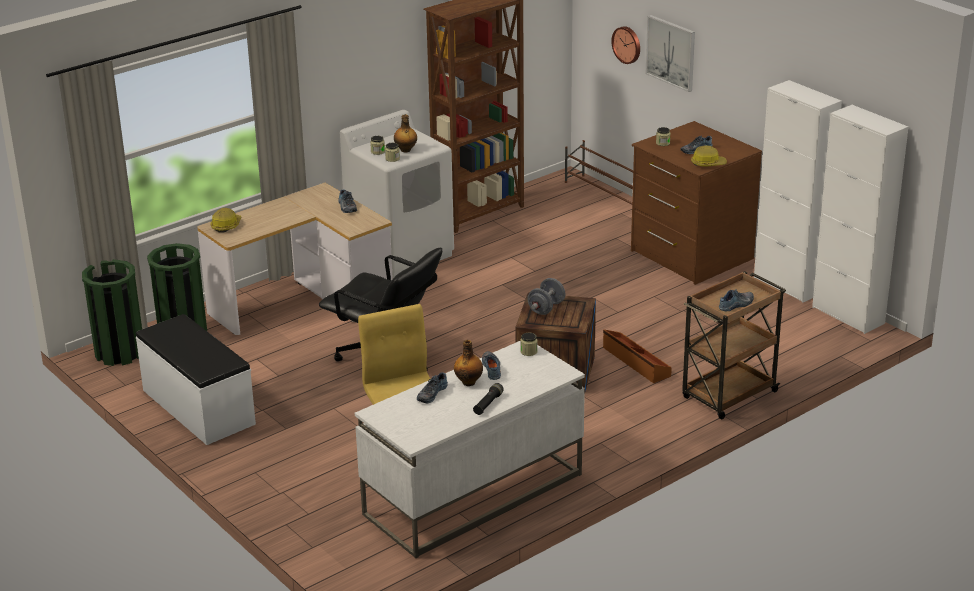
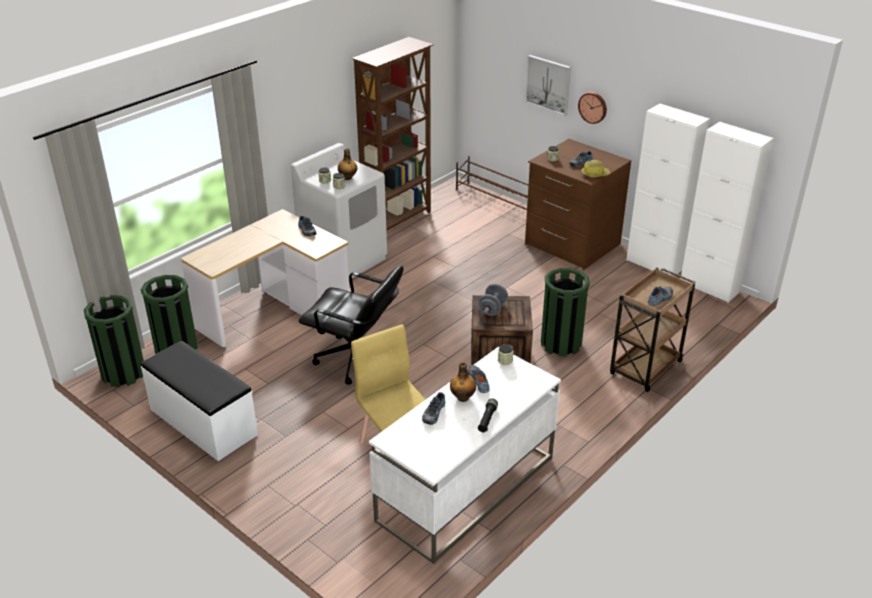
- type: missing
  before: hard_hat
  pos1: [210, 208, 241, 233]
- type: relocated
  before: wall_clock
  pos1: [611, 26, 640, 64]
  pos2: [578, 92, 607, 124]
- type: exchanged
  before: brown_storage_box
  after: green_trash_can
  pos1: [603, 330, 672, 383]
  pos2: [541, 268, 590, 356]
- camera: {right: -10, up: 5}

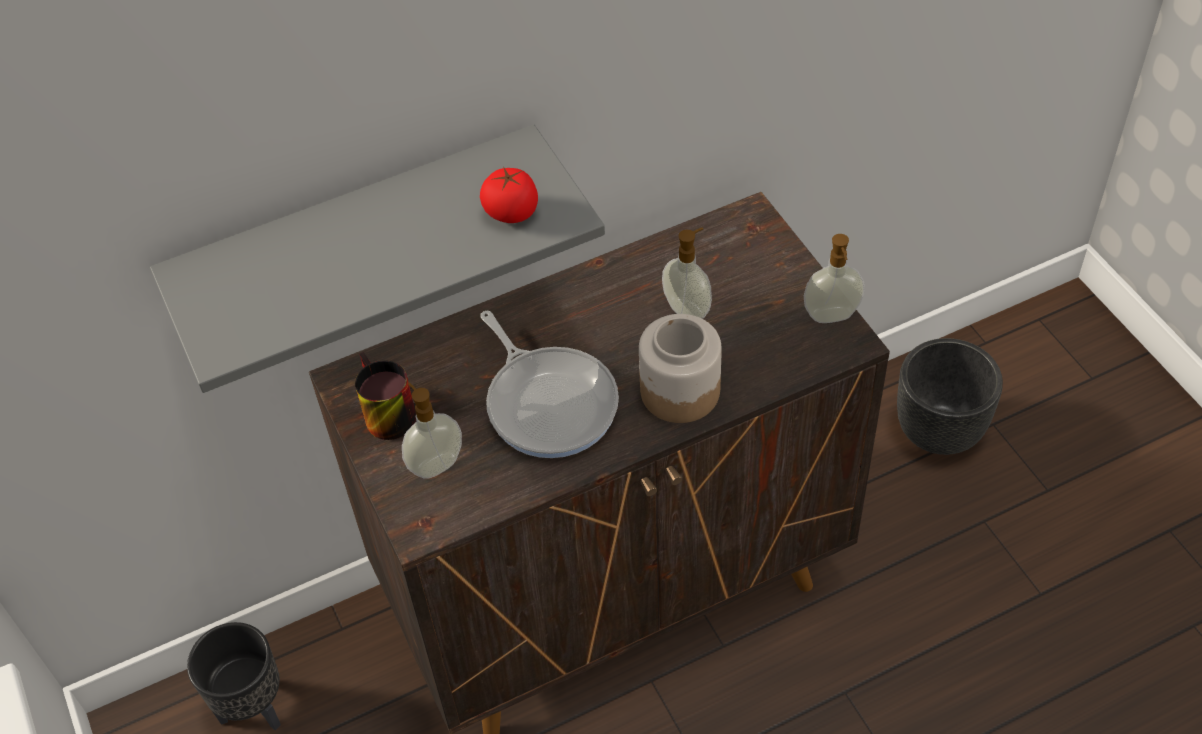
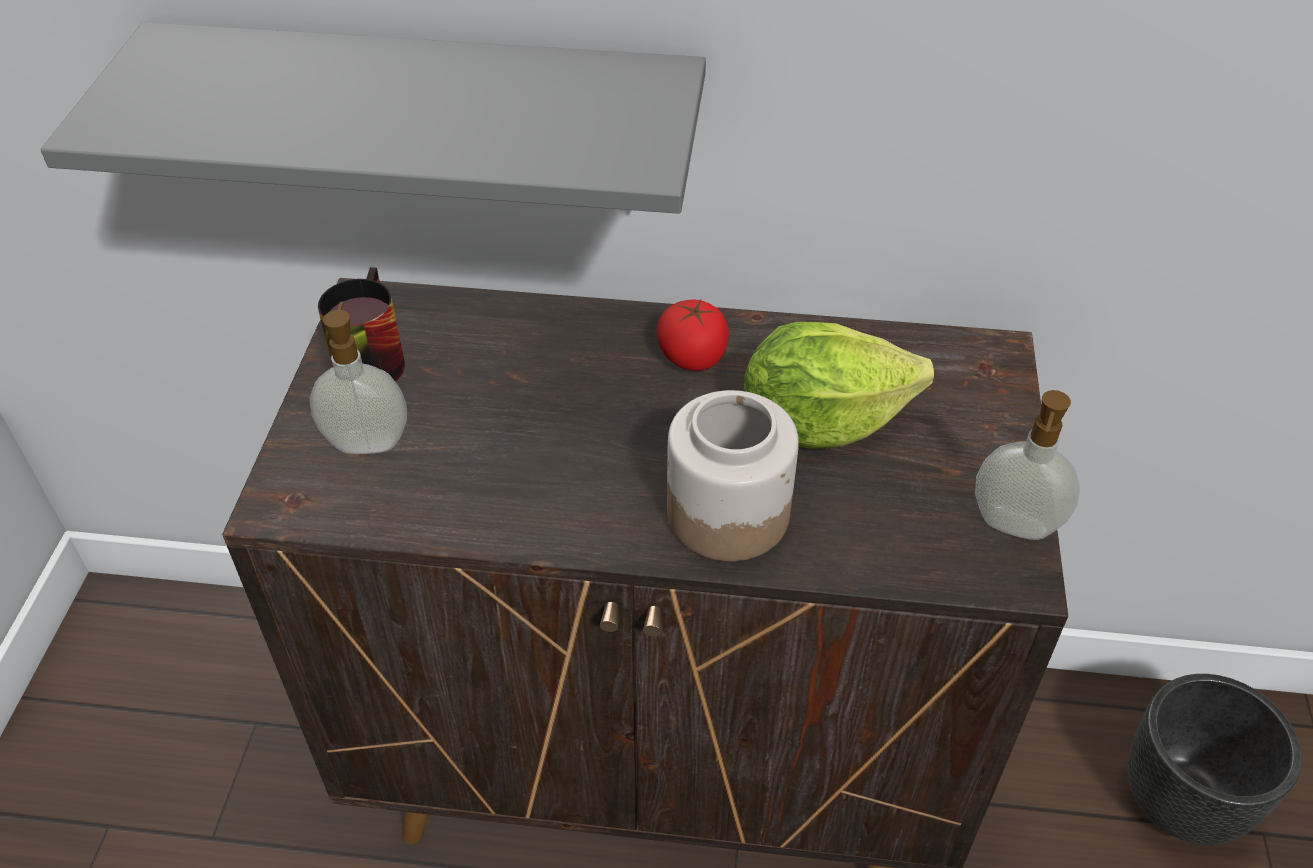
- type: missing
  before: black_planter
  pos1: [187, 622, 281, 731]
- type: missing
  before: frying_pan
  pos1: [480, 310, 619, 458]
- type: relocated
  before: tomato
  pos1: [480, 168, 538, 223]
  pos2: [657, 299, 729, 371]
- type: exchanged
  before: soap_dispenser
  after: lettuce
  pos1: [662, 228, 712, 319]
  pos2: [744, 322, 934, 449]
- camera: {right: 30, up: -5}

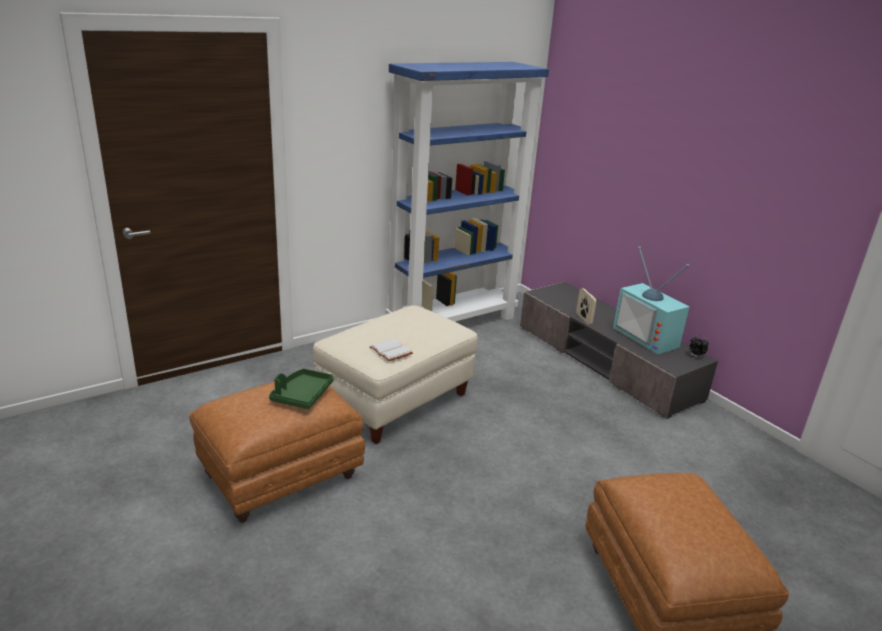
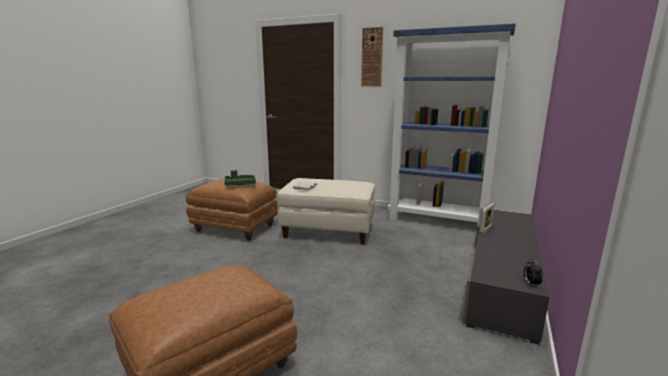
- type: missing
  before: television
  pos1: [613, 246, 689, 355]
- type: appeared
  after: wall_clock
  pos2: [361, 27, 383, 87]
- camera: {right: 60, up: -10}

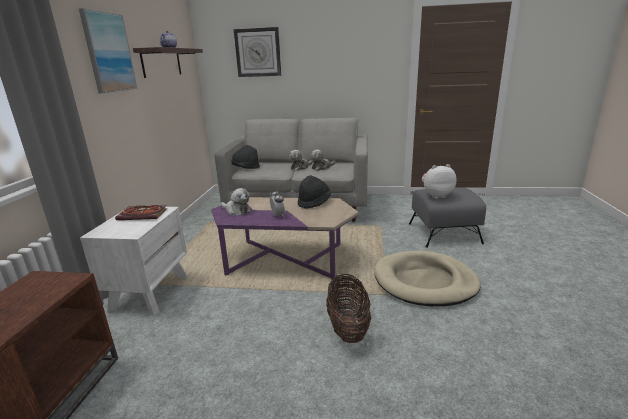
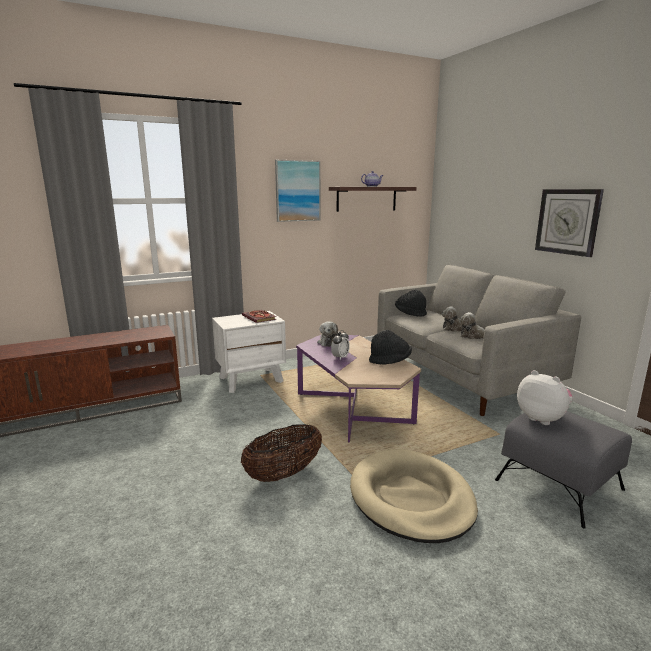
- type: relocated
  before: wall_clock
  pos1: [234, 27, 281, 77]
  pos2: [535, 189, 604, 257]
- camera: {right: 55, up: -5}

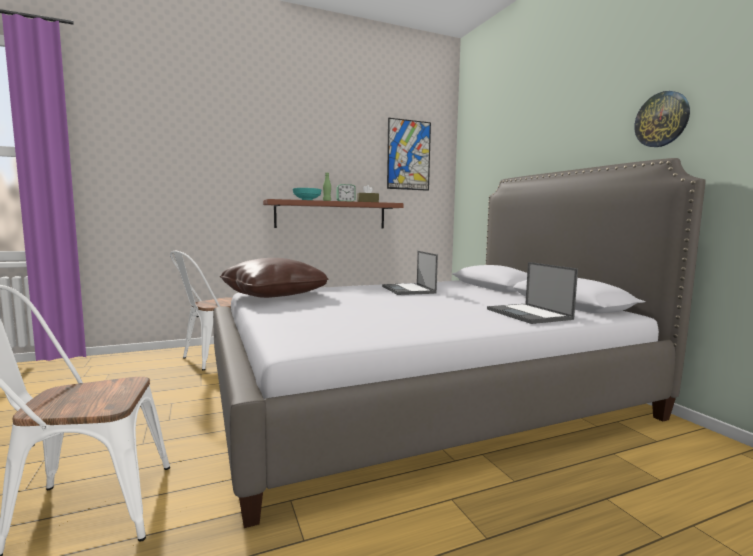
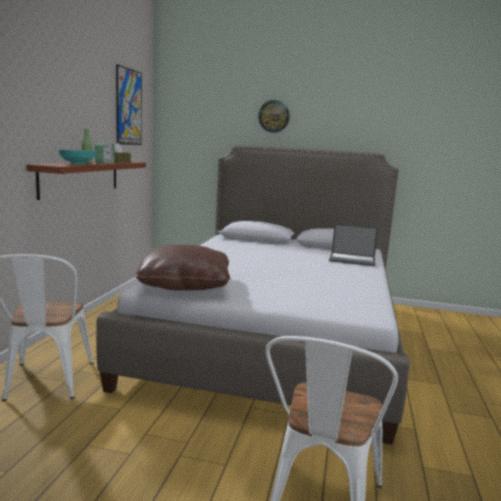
- type: missing
  before: laptop
  pos1: [382, 251, 438, 295]
- type: relocated
  before: wall_clock
  pos1: [634, 91, 690, 147]
  pos2: [258, 100, 290, 133]
- camera: {right: -55, up: 5}

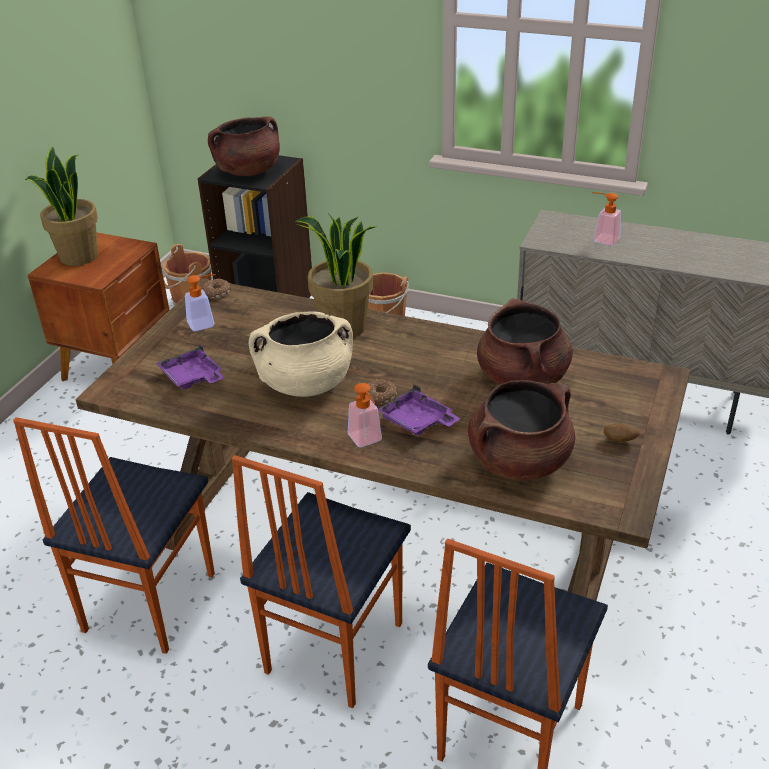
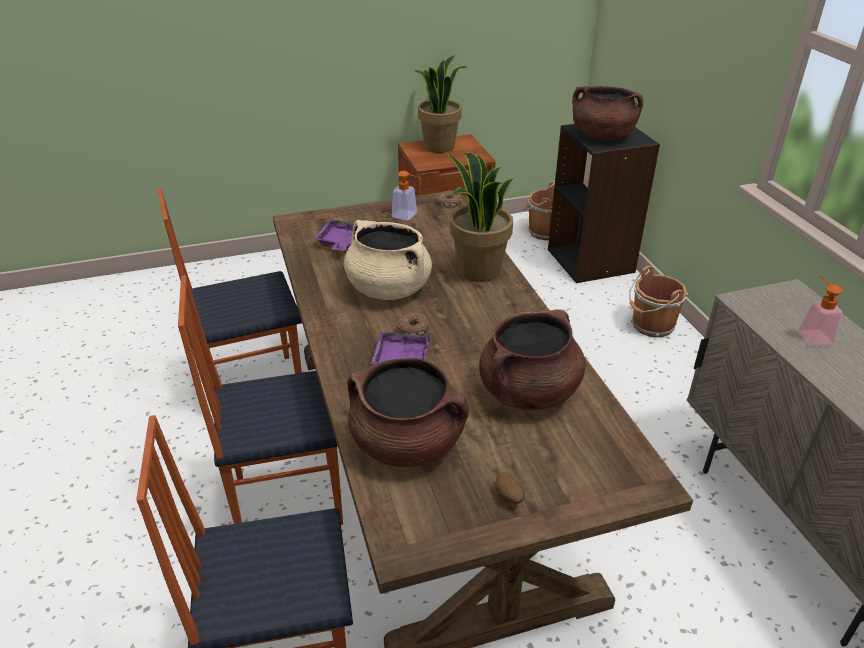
- type: missing
  before: soap_dispenser
  pos1: [348, 383, 382, 448]
- camera: {right: 50, up: 0}

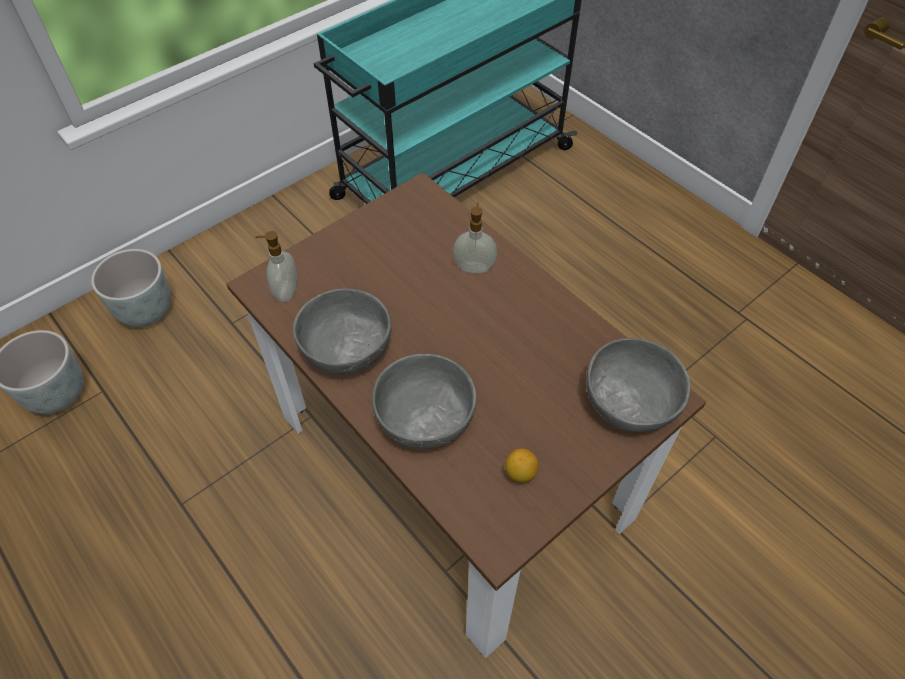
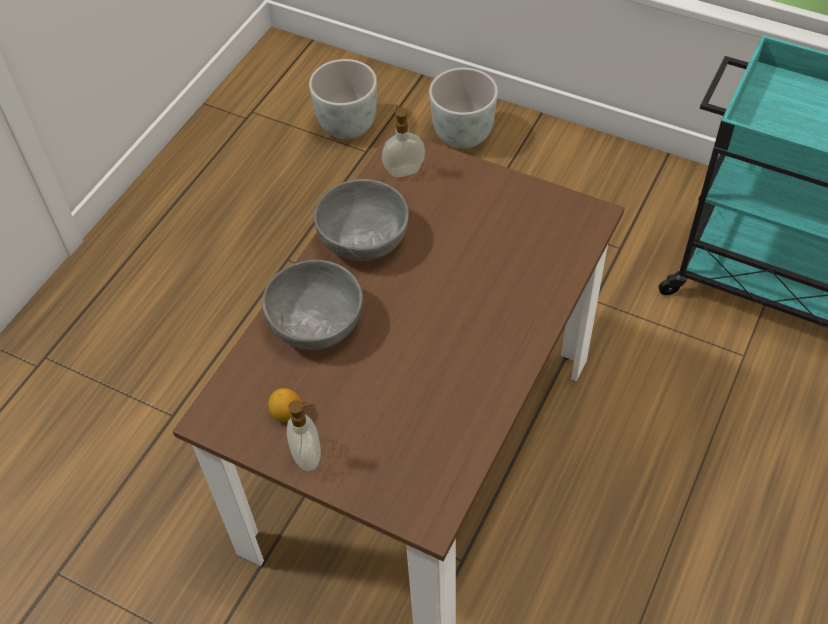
- type: missing
  before: grey_bowl
  pos1: [586, 338, 690, 432]
- type: relocated
  before: soap_dispenser
  pos1: [453, 203, 497, 273]
  pos2: [287, 400, 321, 471]
- camera: {right: 70, up: 0}

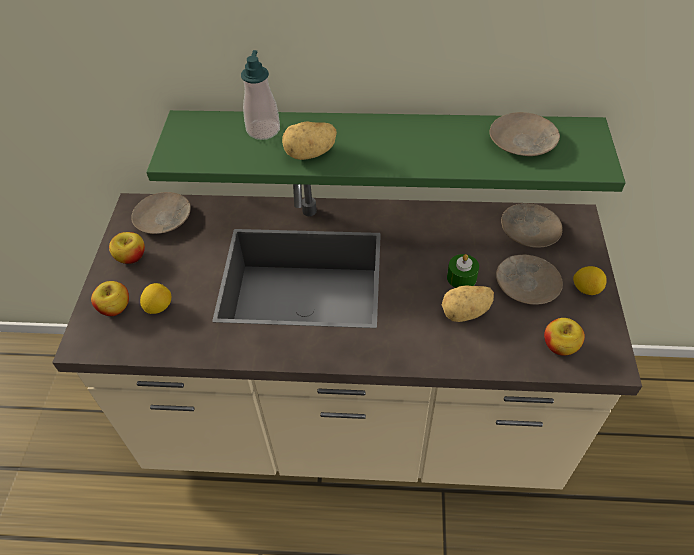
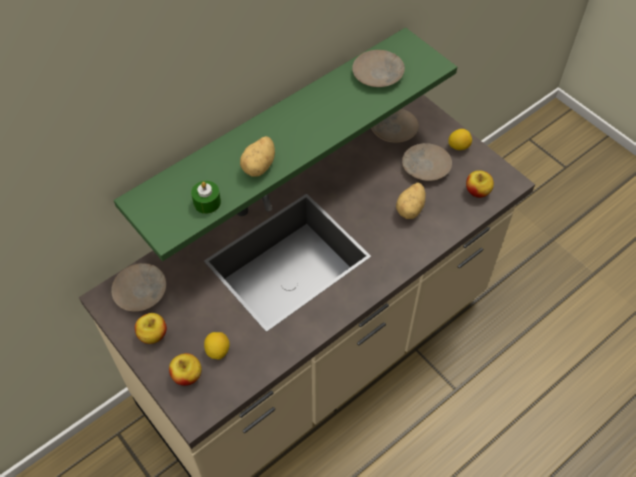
- type: missing
  before: soap_dispenser
  pos1: [241, 50, 280, 140]
- type: relocated
  before: green_candle
  pos1: [447, 254, 479, 288]
  pos2: [191, 181, 221, 214]
- camera: {right: -45, up: 5}

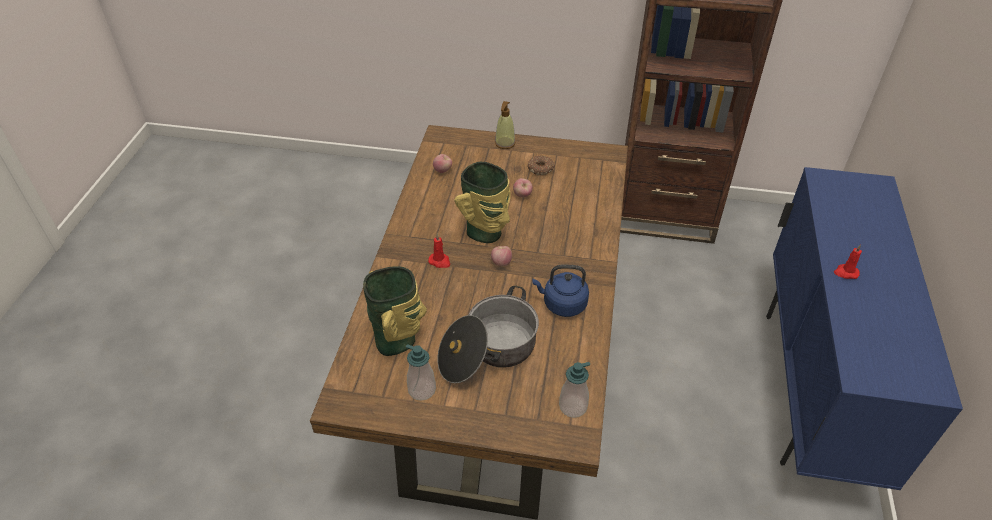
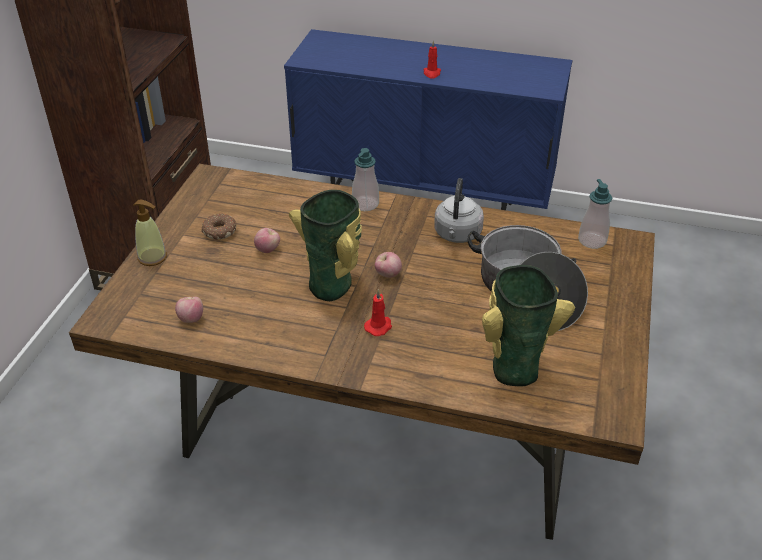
- type: relocated
  before: soap_dispenser
  pos1: [406, 344, 436, 401]
  pos2: [352, 148, 379, 211]
- type: colour
  before: blue_kettle
  after: grey_kettle
  pos1: [532, 265, 589, 317]
  pos2: [434, 178, 484, 243]
- camera: {right: -85, up: -5}

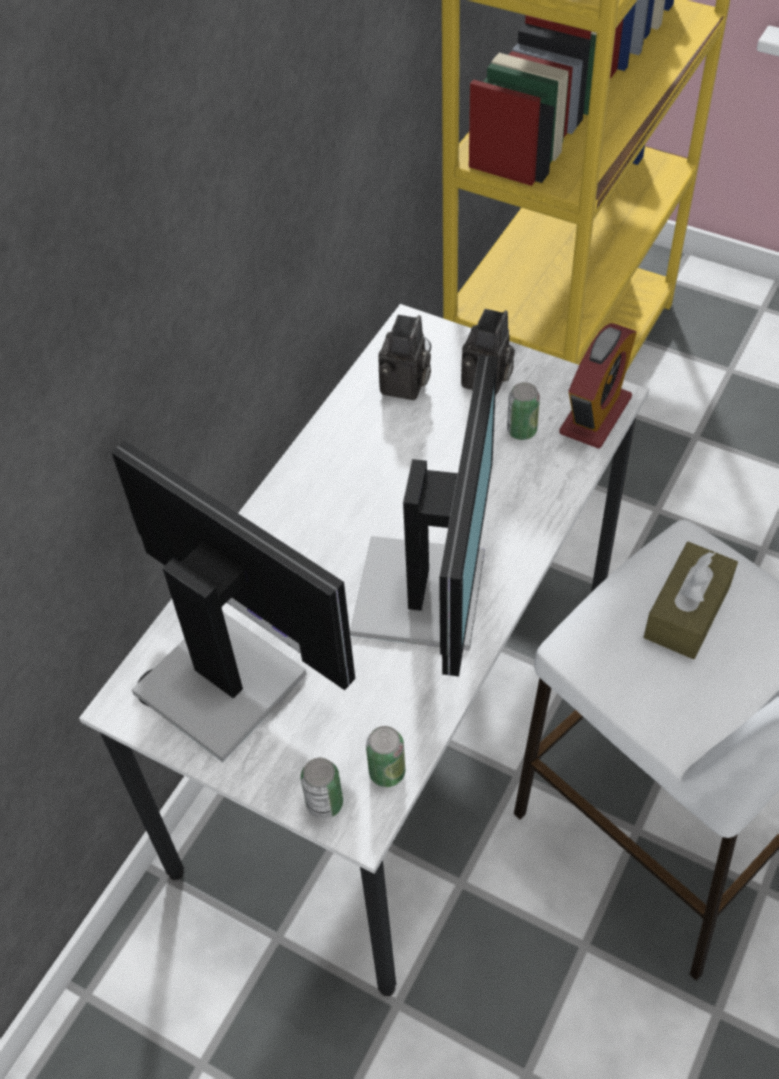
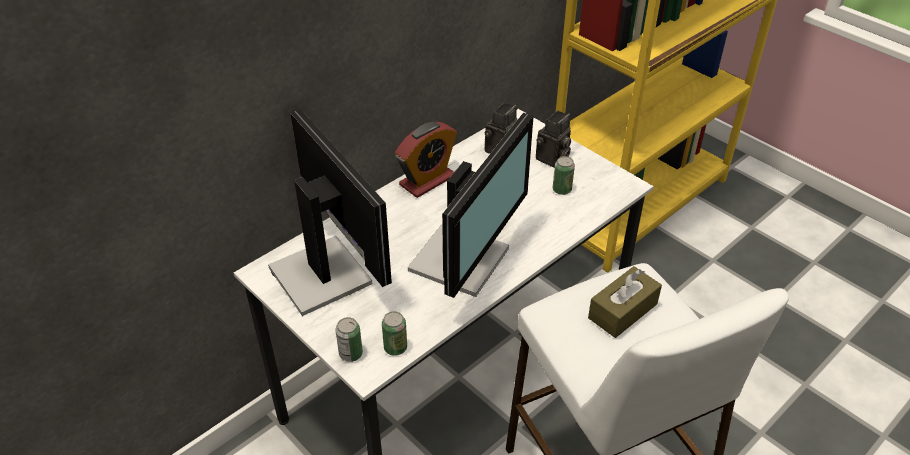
- type: relocated
  before: alarm_clock
  pos1: [559, 323, 637, 448]
  pos2: [395, 122, 457, 198]
- camera: {right: 15, up: -10}

